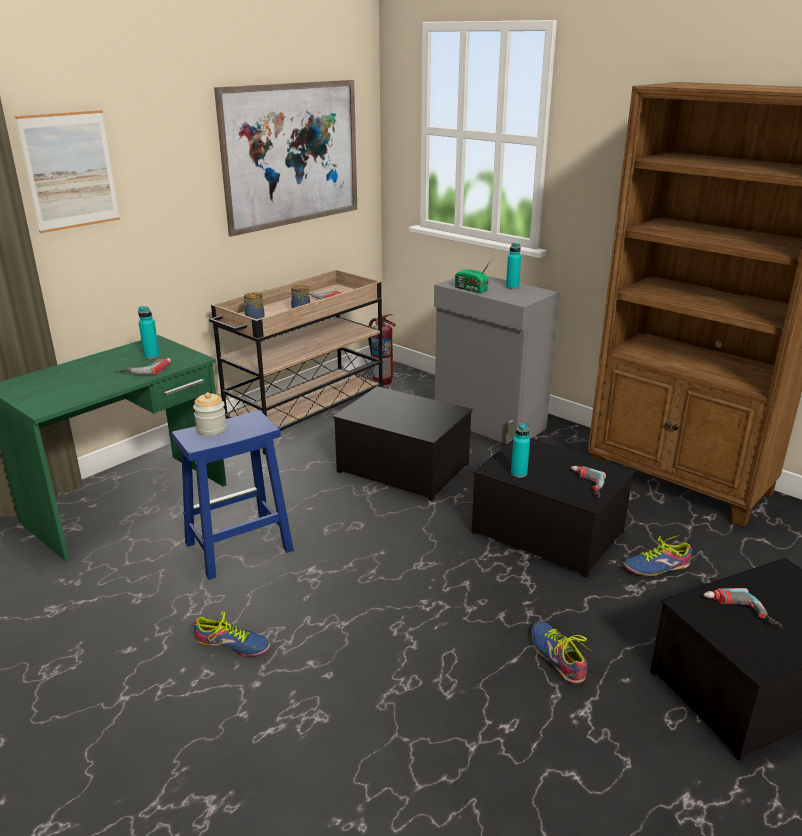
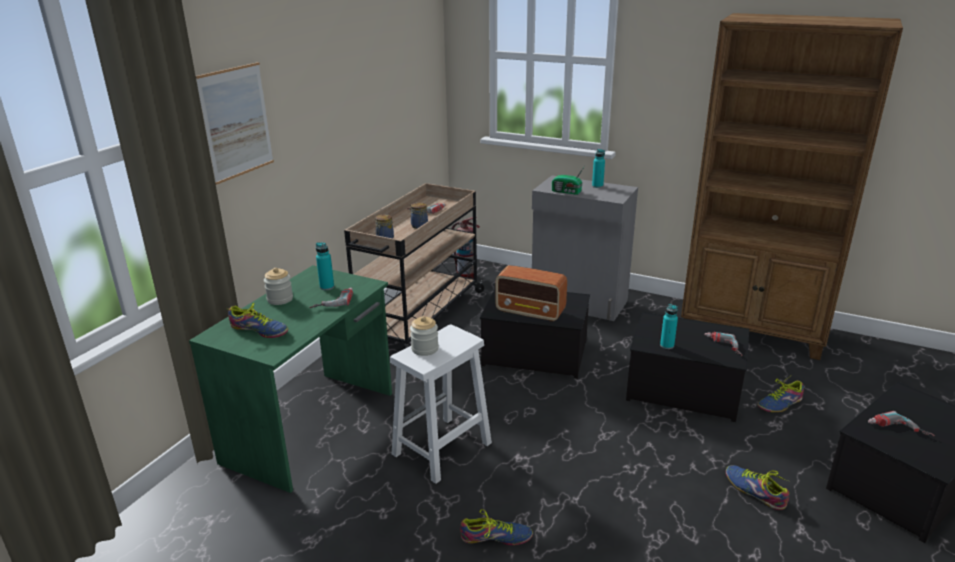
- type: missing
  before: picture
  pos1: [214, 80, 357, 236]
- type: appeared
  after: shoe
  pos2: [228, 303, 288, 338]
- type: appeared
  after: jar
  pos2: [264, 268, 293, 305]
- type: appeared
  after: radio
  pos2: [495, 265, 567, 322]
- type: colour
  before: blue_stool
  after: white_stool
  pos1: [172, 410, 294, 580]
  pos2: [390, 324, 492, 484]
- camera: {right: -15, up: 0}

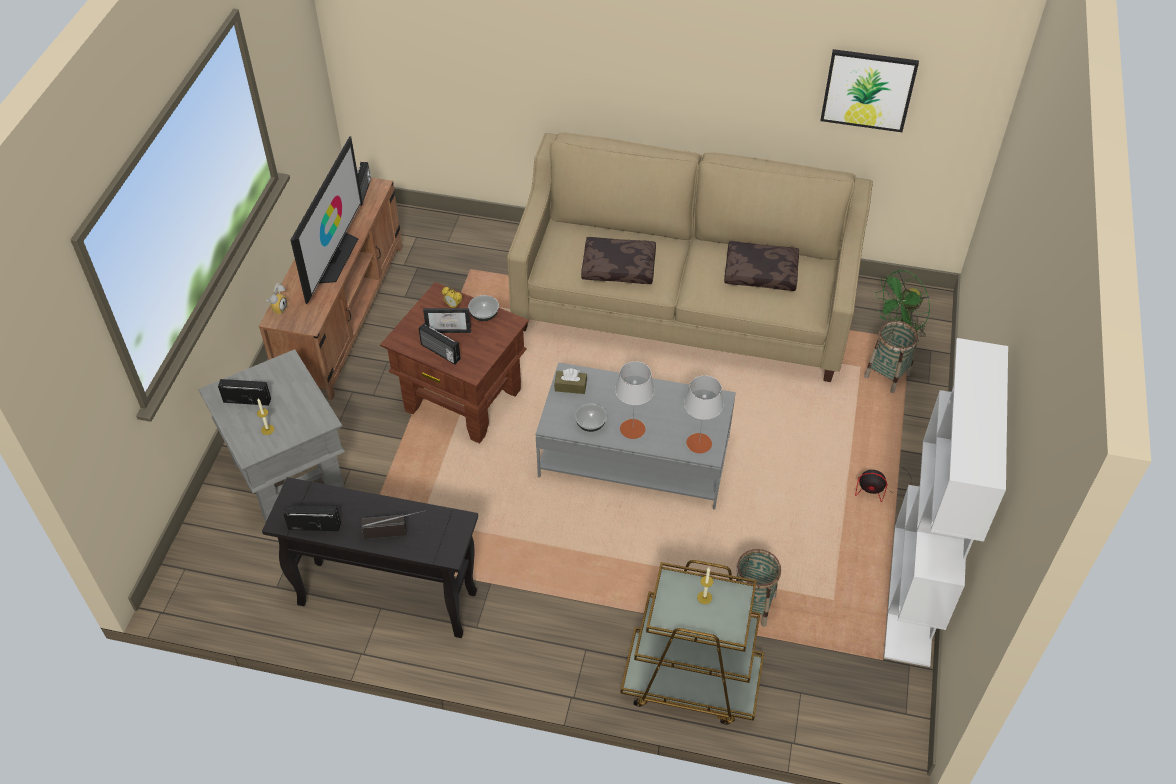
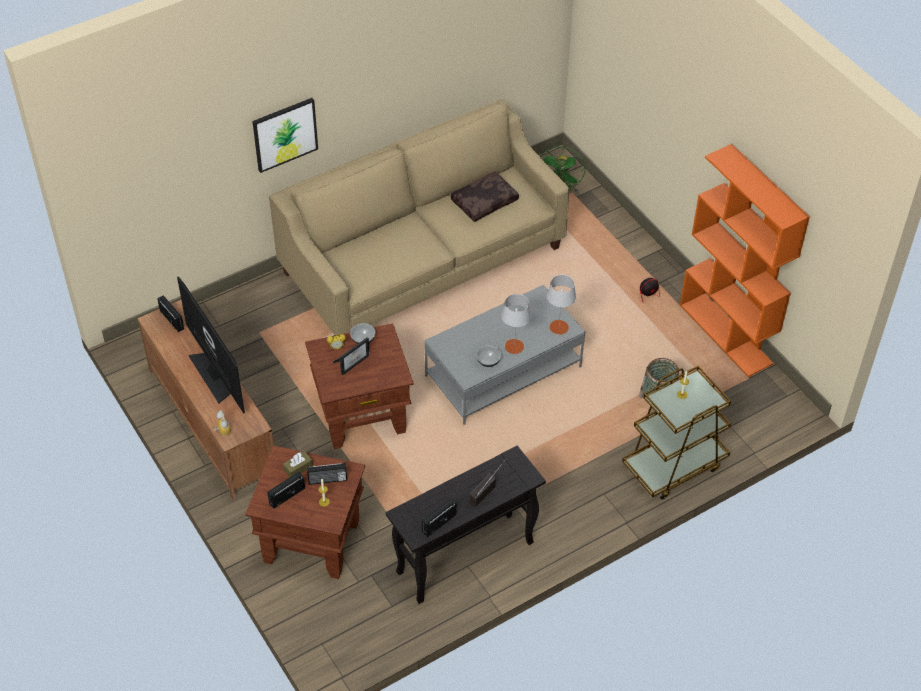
- type: missing
  before: brown_pillow
  pos1: [581, 237, 656, 284]
- type: missing
  before: basket
  pos1: [864, 321, 918, 393]
- type: relocated
  before: radio
  pos1: [419, 323, 461, 364]
  pos2: [307, 462, 347, 485]
- type: relocated
  before: brown_tissue_box
  pos1: [554, 369, 587, 394]
  pos2: [283, 451, 313, 477]
- type: relocated
  before: picture
  pos1: [820, 49, 919, 132]
  pos2: [252, 98, 318, 173]
- type: colour
  before: grey_side_table
  after: brown_side_table
  pos1: [198, 349, 345, 522]
  pos2: [245, 446, 365, 579]
- type: colour
  before: white_bookcase
  after: orange_bookcase
  pos1: [884, 338, 1008, 667]
  pos2: [680, 144, 810, 377]
- camera: {right: -45, up: 0}

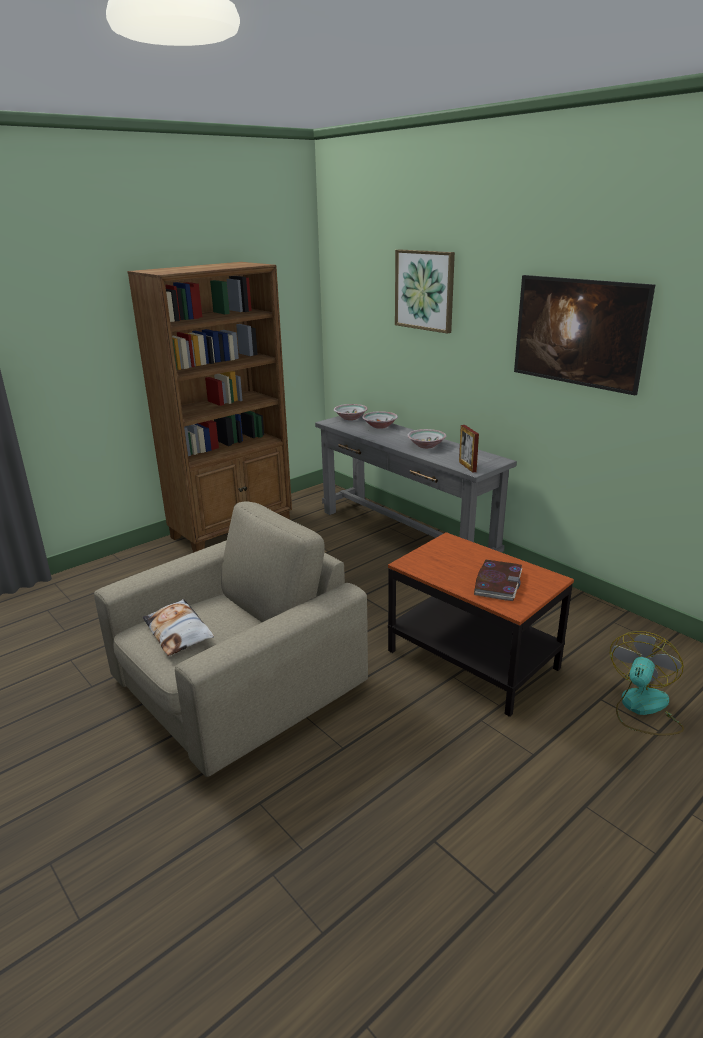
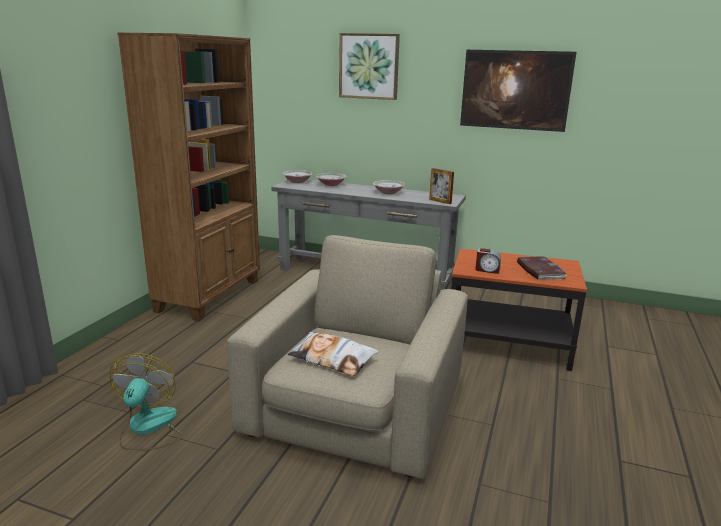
- type: appeared
  after: alarm_clock
  pos2: [475, 248, 501, 274]
- type: relocated
  before: fan
  pos1: [610, 631, 684, 736]
  pos2: [110, 353, 183, 451]
- camera: {right: -30, up: -5}

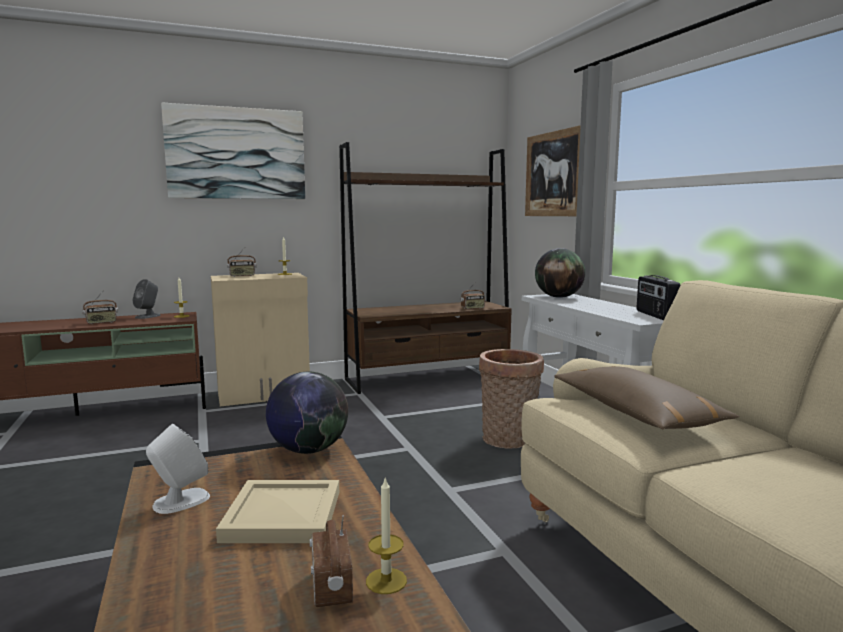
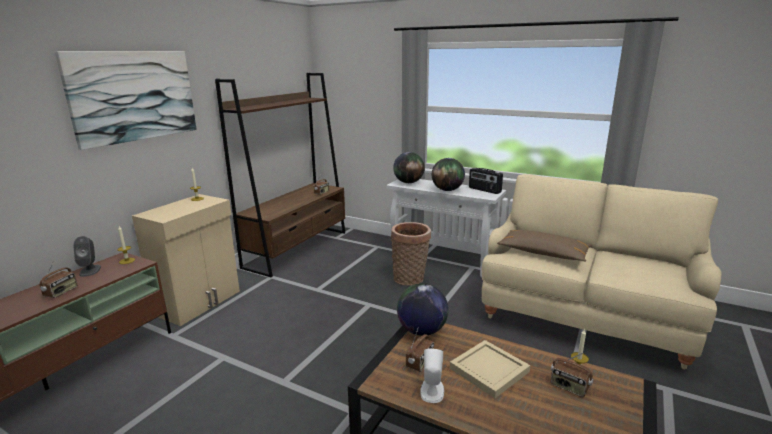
- type: missing
  before: picture
  pos1: [525, 125, 581, 216]
- type: appeared
  after: globe
  pos2: [432, 158, 465, 191]
- type: relocated
  before: radio
  pos1: [227, 249, 256, 277]
  pos2: [406, 327, 434, 372]
- camera: {right: -40, up: 10}

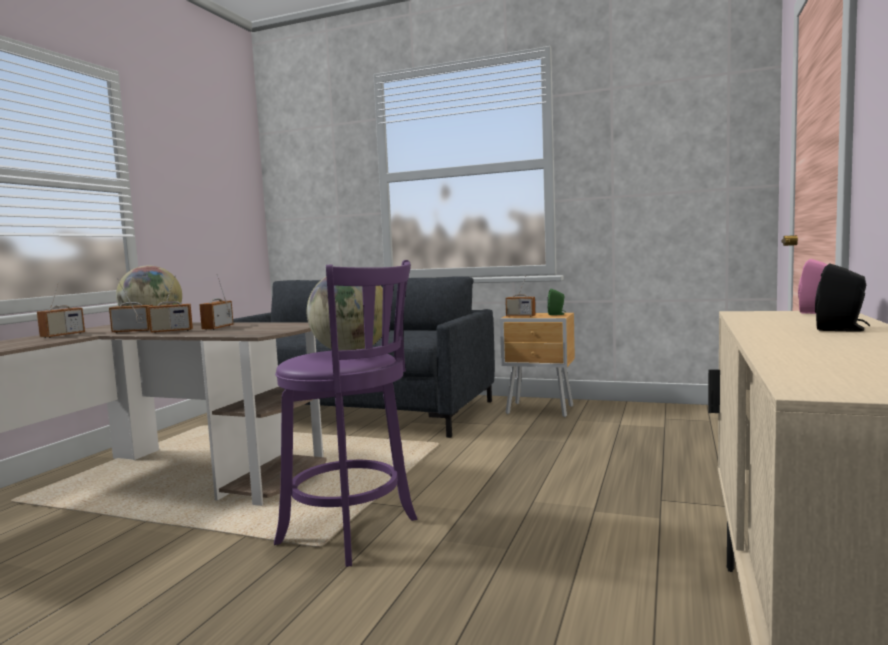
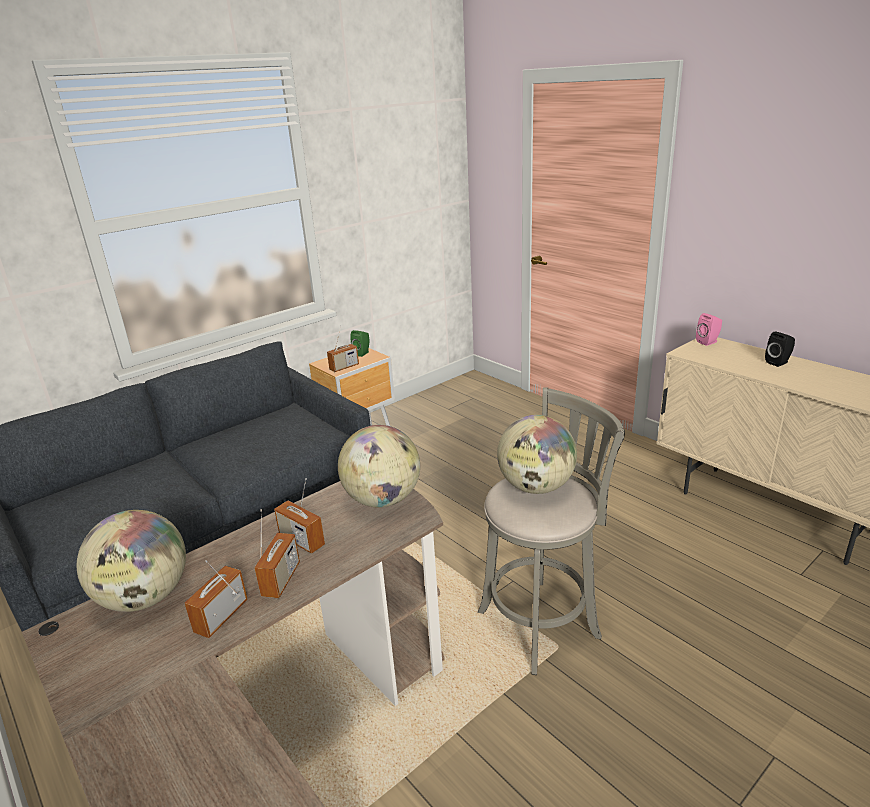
- type: missing
  before: radio
  pos1: [37, 281, 85, 338]
- type: appeared
  after: globe
  pos2: [338, 425, 420, 508]
- type: colour
  before: purple_stool
  after: grey_stool
  pos1: [274, 260, 417, 567]
  pos2: [478, 387, 625, 675]
- camera: {right: -60, up: 20}

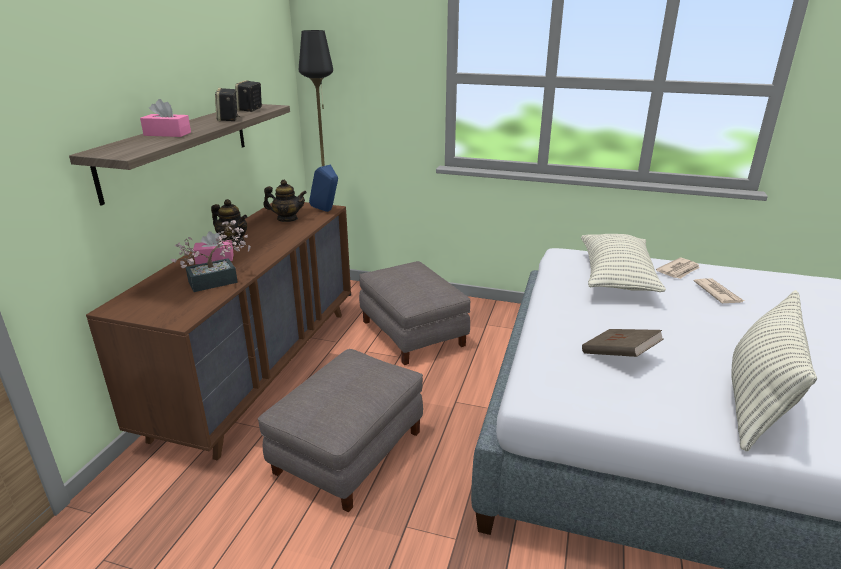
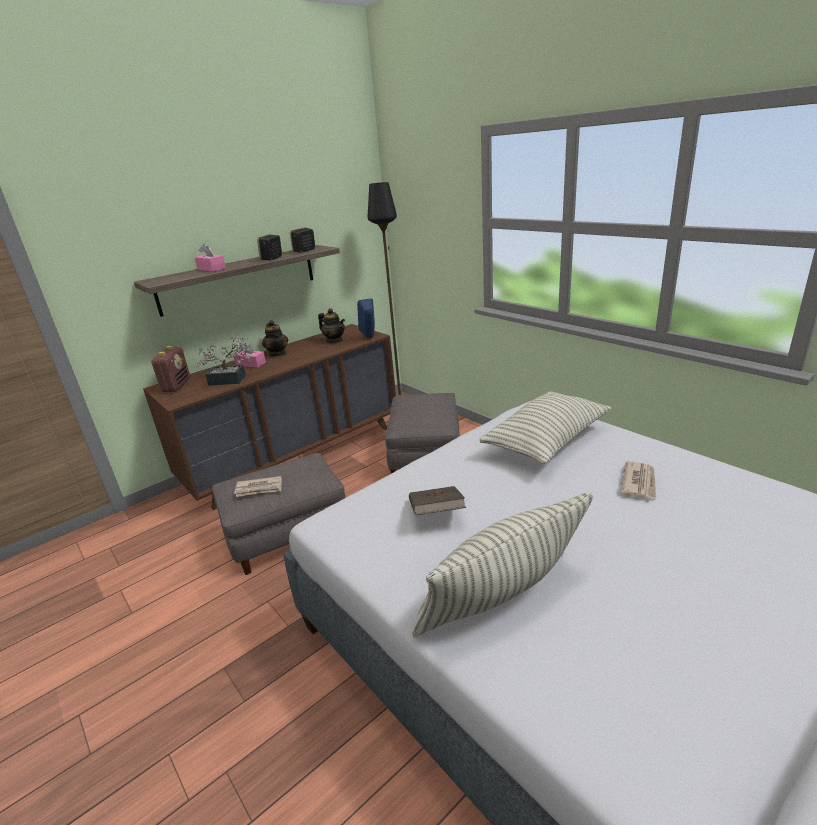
- type: appeared
  after: radio
  pos2: [151, 346, 190, 392]
- type: relocated
  before: newspaper
  pos1: [656, 258, 700, 279]
  pos2: [234, 476, 282, 497]
- camera: {right: 35, up: 0}

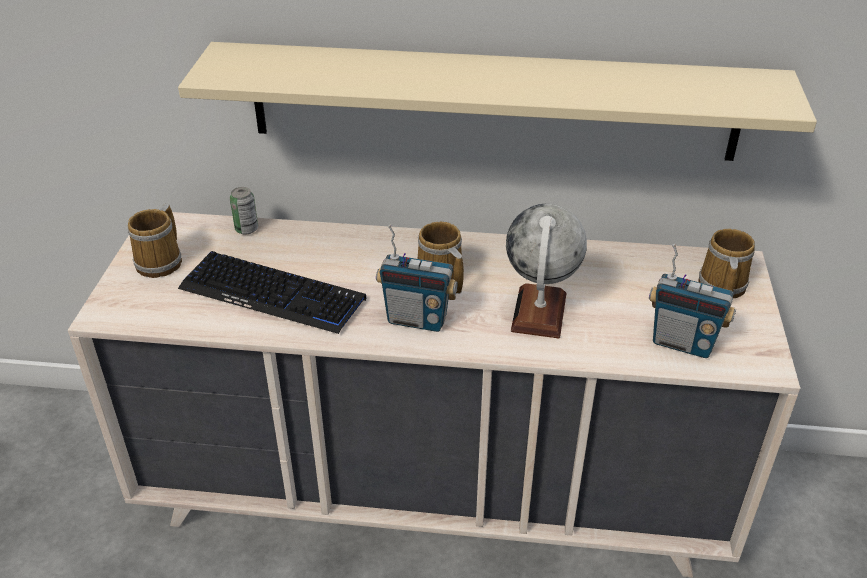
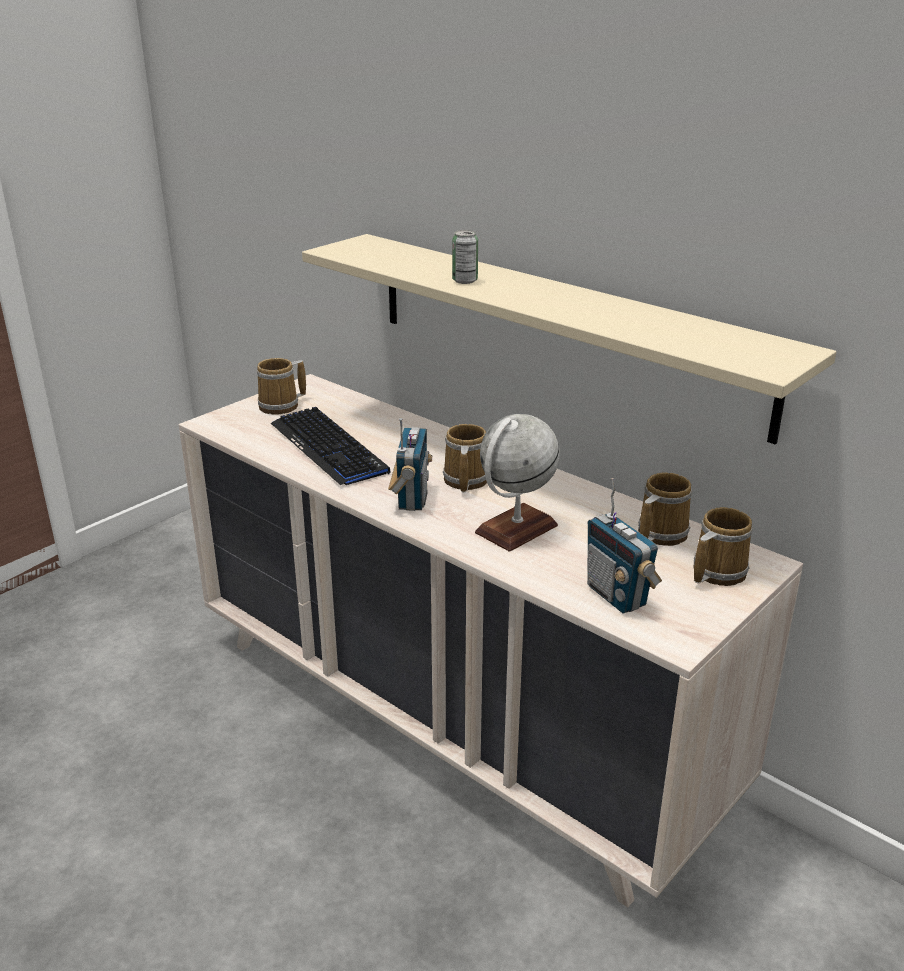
- type: appeared
  after: mug
  pos2: [638, 472, 692, 546]
- type: relocated
  before: can
  pos1: [230, 187, 258, 235]
  pos2: [452, 230, 478, 284]
- type: spun
  before: radio
  pos1: [376, 225, 458, 332]
  pos2: [388, 418, 432, 511]
  turn: -135
- camera: {right: 35, up: -10}

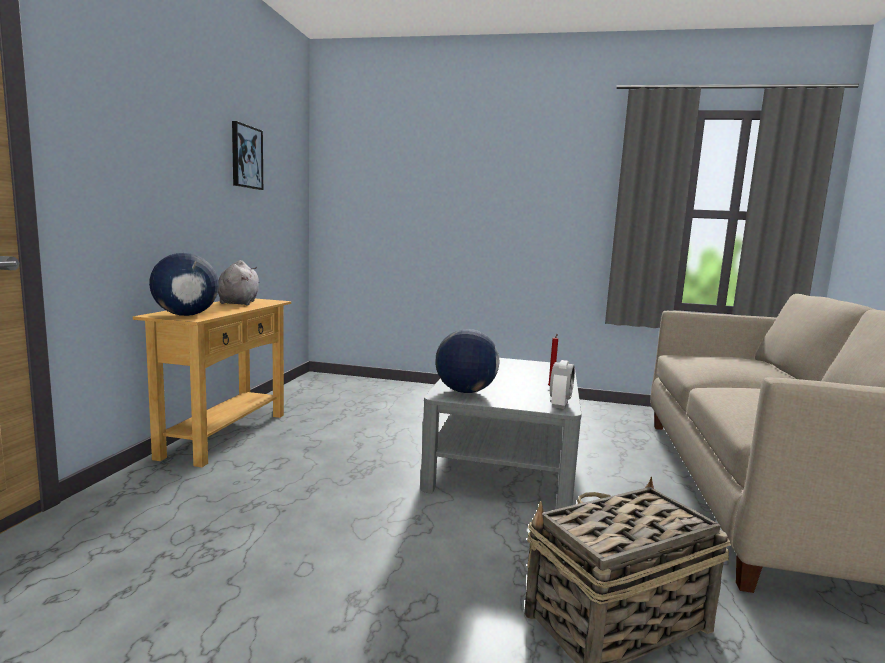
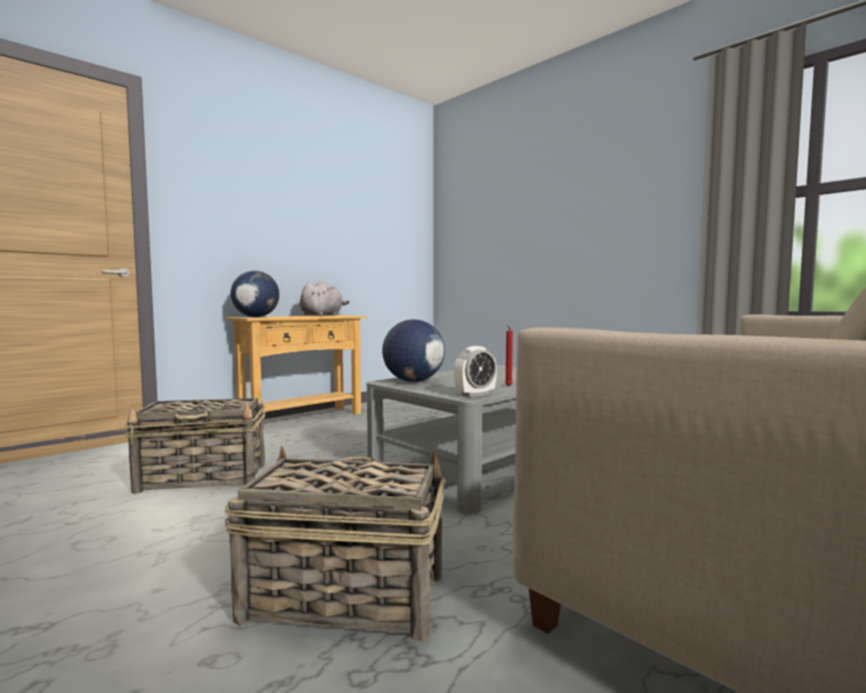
- type: missing
  before: picture
  pos1: [232, 121, 263, 190]
- type: appeared
  after: basket
  pos2: [124, 398, 266, 494]
- camera: {right: 35, up: -5}

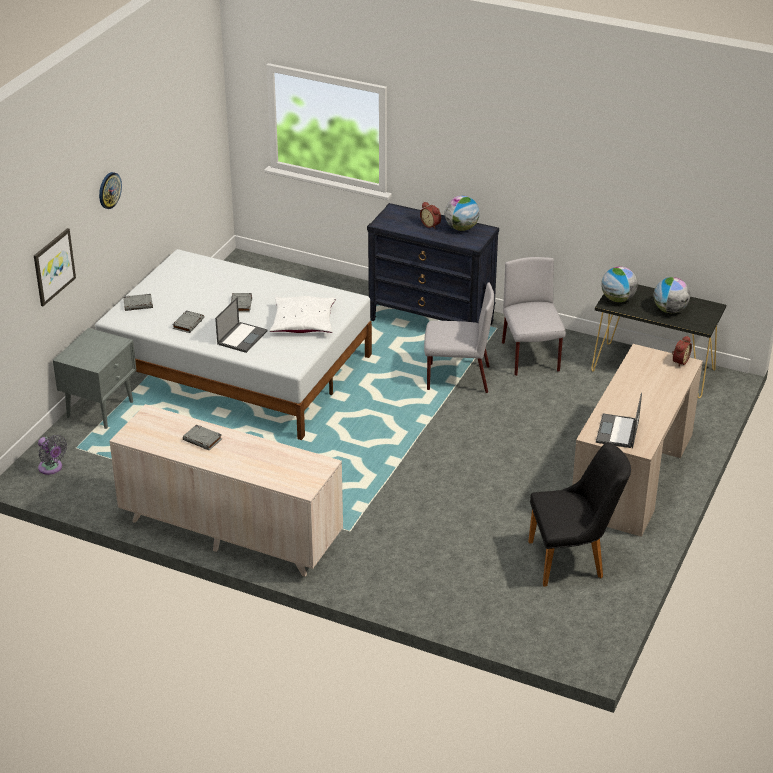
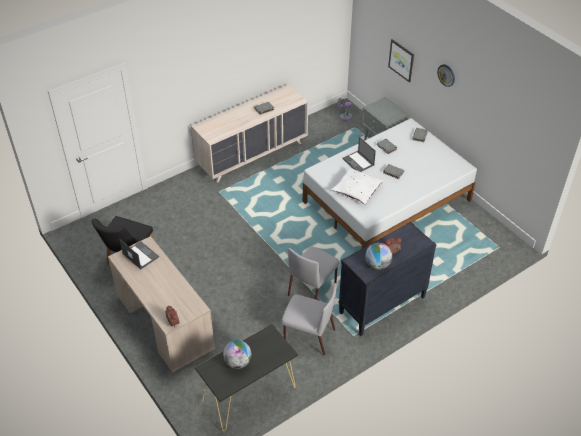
- type: missing
  before: globe
  pos1: [601, 266, 638, 302]
- camera: {right: 120, up: 10}

